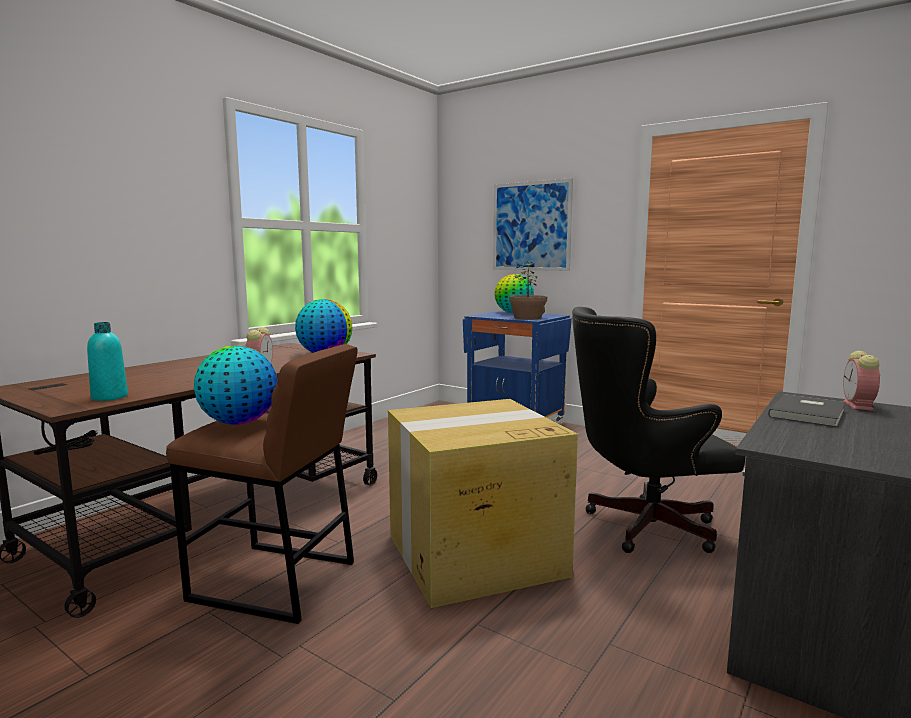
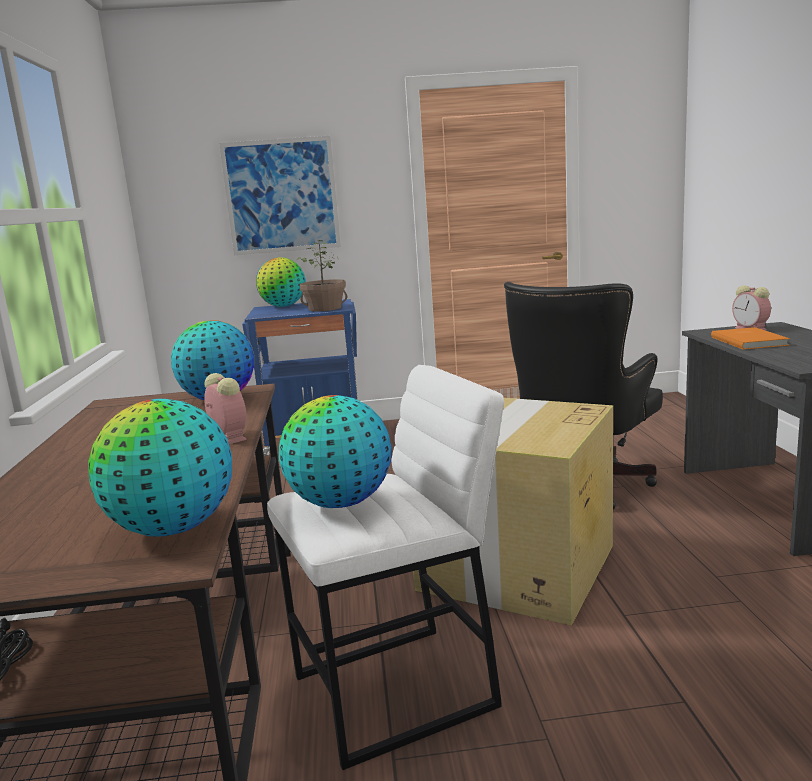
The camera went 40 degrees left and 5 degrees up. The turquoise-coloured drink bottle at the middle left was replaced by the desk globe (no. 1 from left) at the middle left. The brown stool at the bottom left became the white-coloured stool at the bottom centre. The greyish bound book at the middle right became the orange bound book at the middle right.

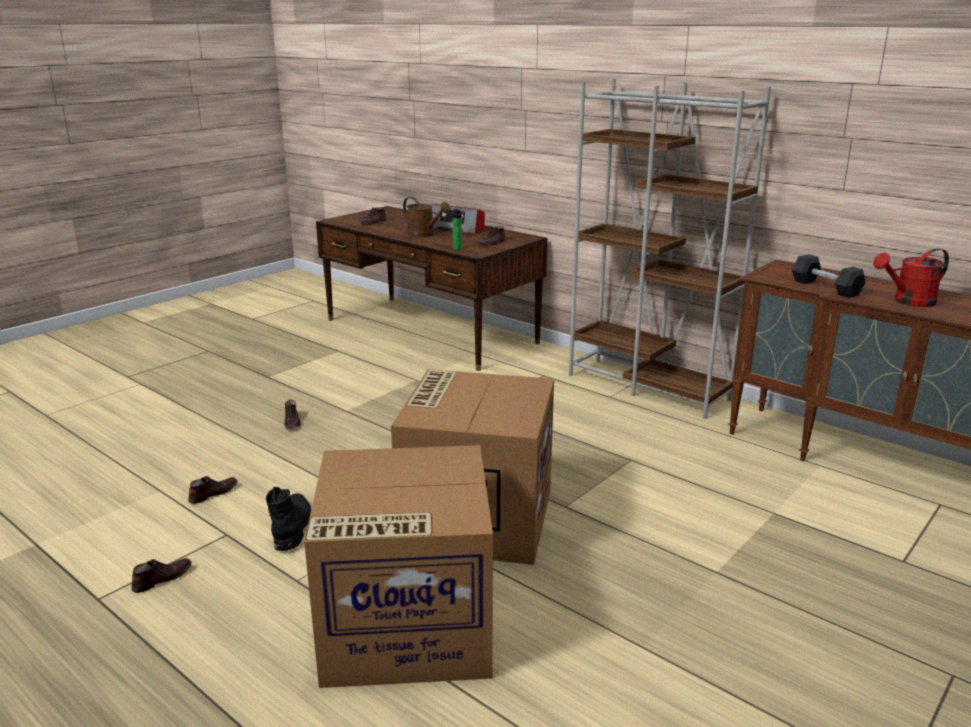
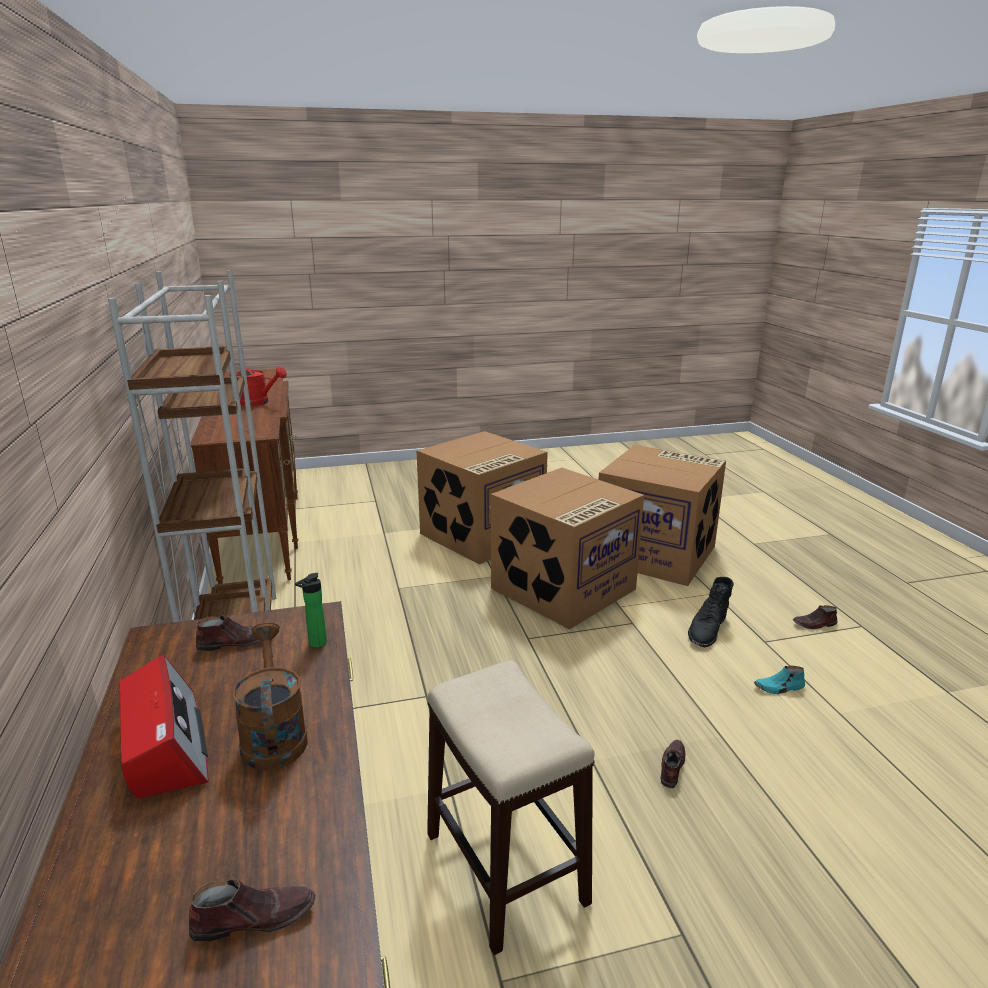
The camera went 145 degrees left and 0 degrees up. The greyish free weight at the middle right disappeared. The brown item of footwear (no. 2 from left) at the bottom left became the turquoise-coloured item of footwear at the bottom right. The cardboard box (no. 1 from left) at the centre appeared. The stool at the bottom centre appeared.

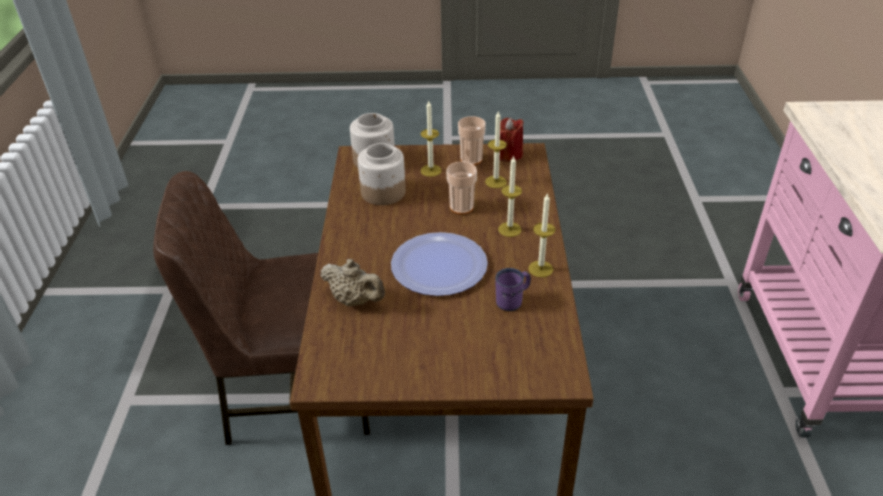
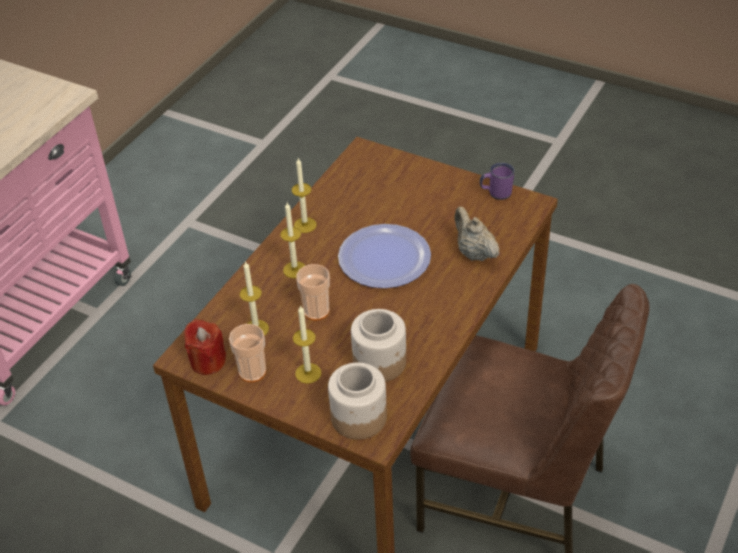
The camera went 150 degrees left and 5 degrees up. The purple tea mug moved from the centre to the top right.

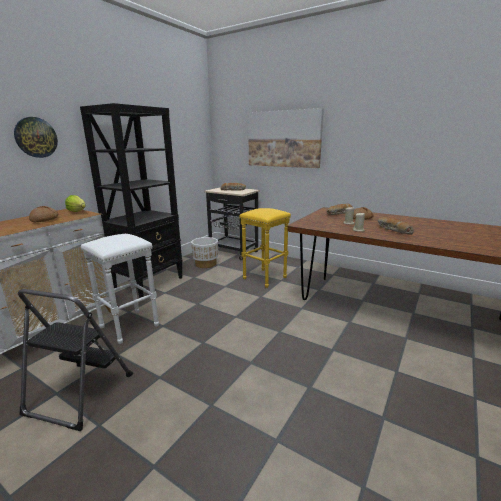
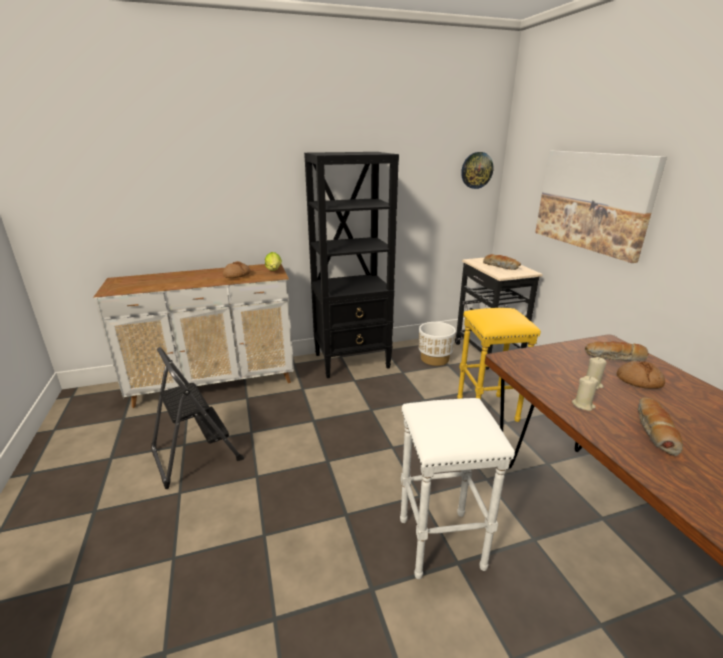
The camera went 40 degrees right and 5 degrees up. The clock on the wall moved from the top left to the top centre. The white-coloured stool moved from the middle left to the bottom centre.

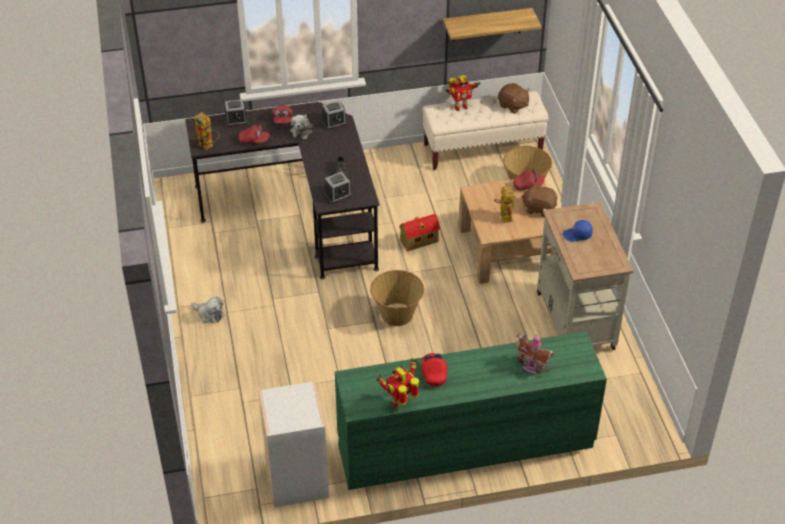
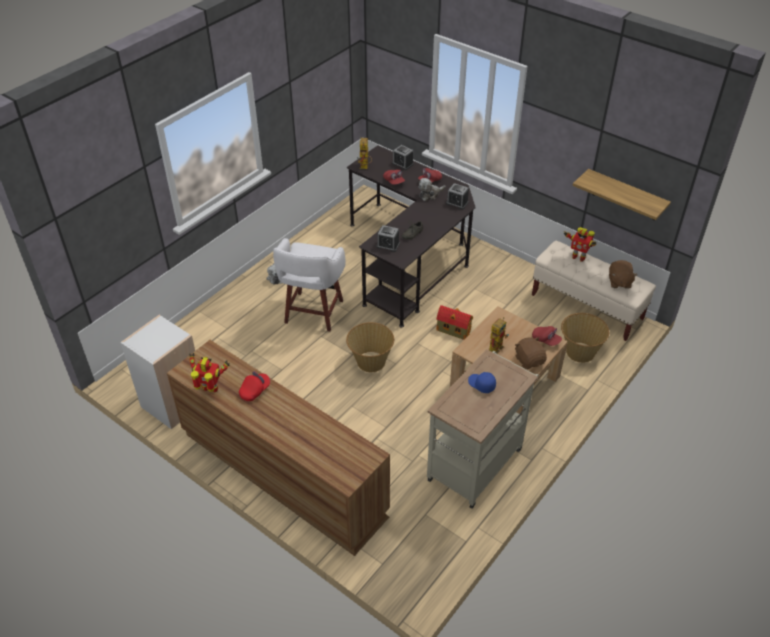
The camera went 50 degrees right and 0 degrees up. The greenish dresser at the bottom centre became the brown dresser at the bottom centre. The miniature house (no. 2 from left) at the bottom right disappeared. The white-coloured stool at the centre appeared.

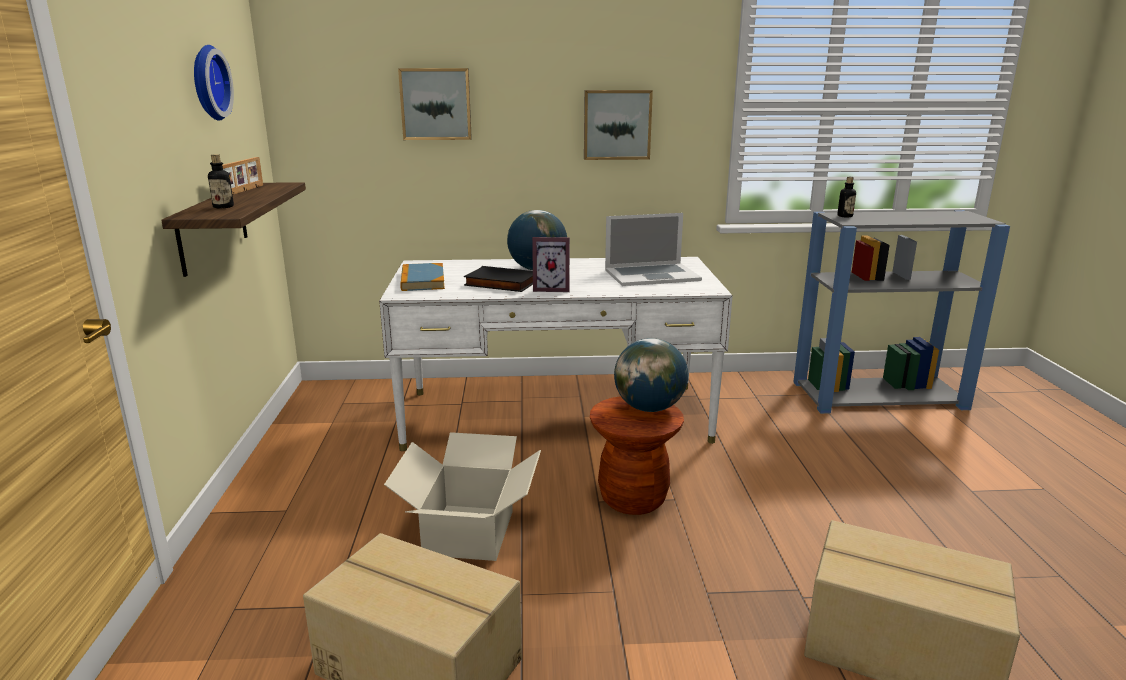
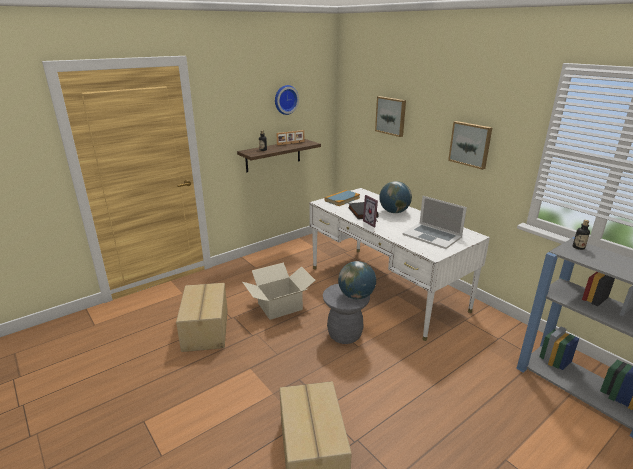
The camera went 55 degrees right and 5 degrees up. The brown stool at the bottom centre became the greyish stool at the bottom centre.

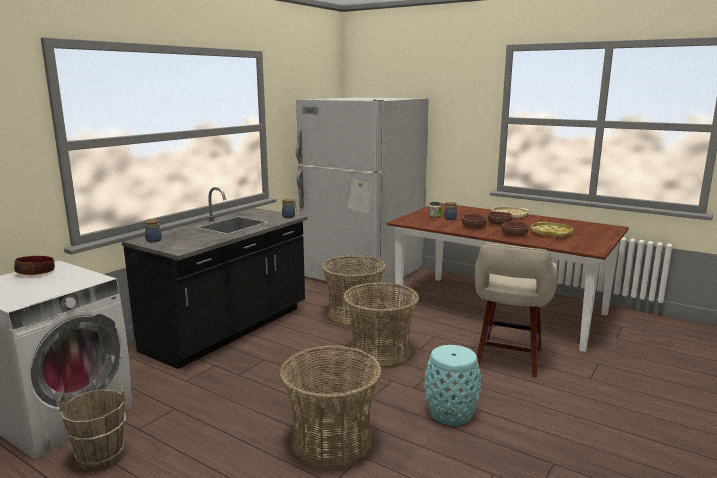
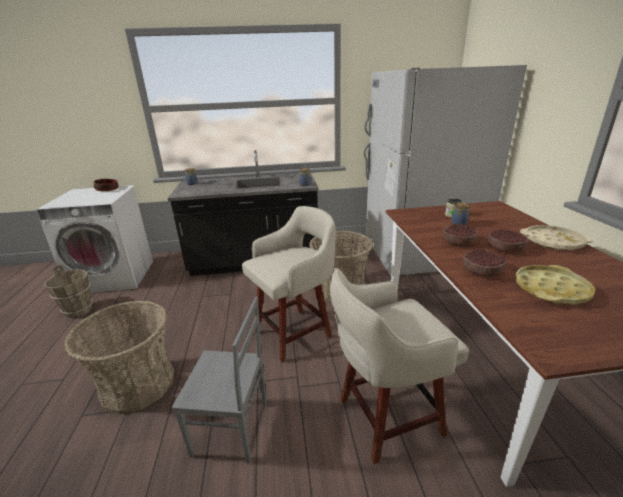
The camera went 50 degrees right and 10 degrees up. The household basket (no. 3 from left) at the bottom centre was replaced by the beige-coloured stool (no. 1 from left) at the centre. The turquoise-coloured stool at the bottom centre was replaced by the greyish upright chair at the bottom centre.

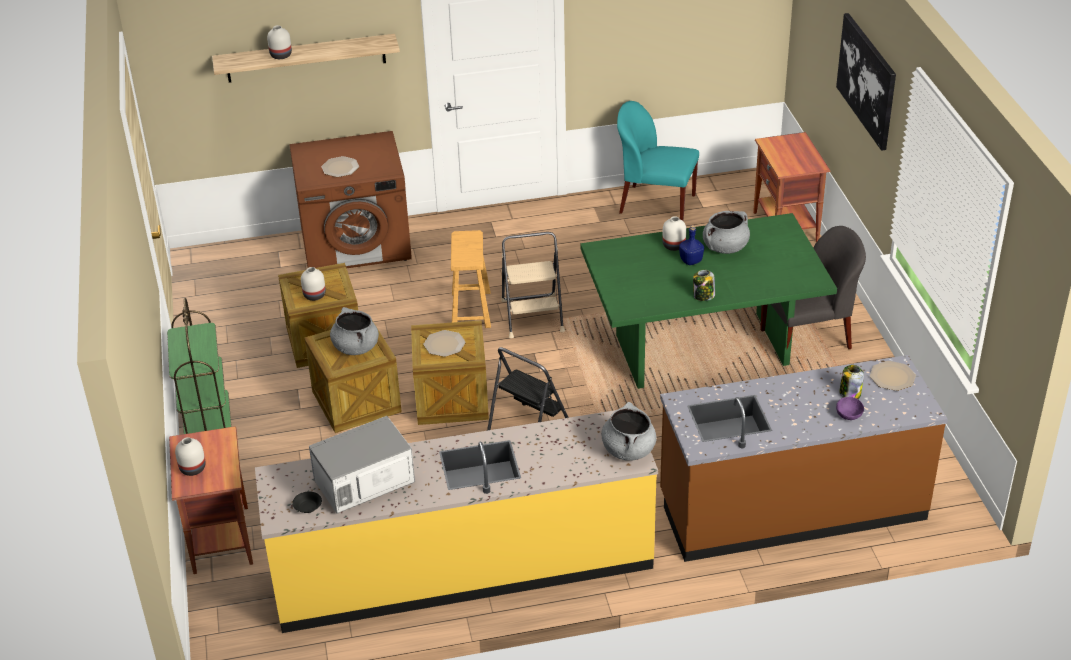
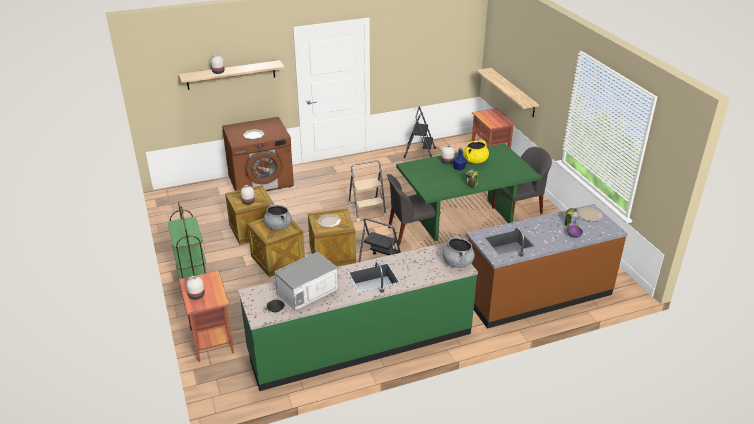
The camera went 10 degrees left and 5 degrees down. The picture at the top right disappeared. The turquoise-coloured upright chair at the top centre was replaced by the black-coloured step stool (no. 2 from left) at the top centre. The greyish saucepot (no. 3 from left) at the middle right became the yellow-coloured saucepot at the centre. The brown stool at the centre disappeared. The yellow-coloured kitchen base unit at the bottom centre became the greenish kitchen base unit at the bottom centre. The shelf (no. 2 from left) at the top right appeared. The greyish upright chair (no. 1 from left) at the centre appeared.

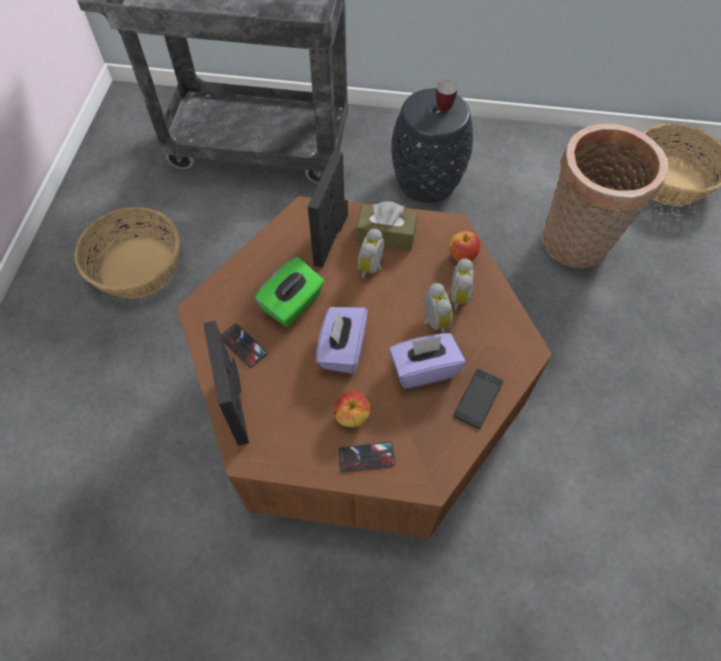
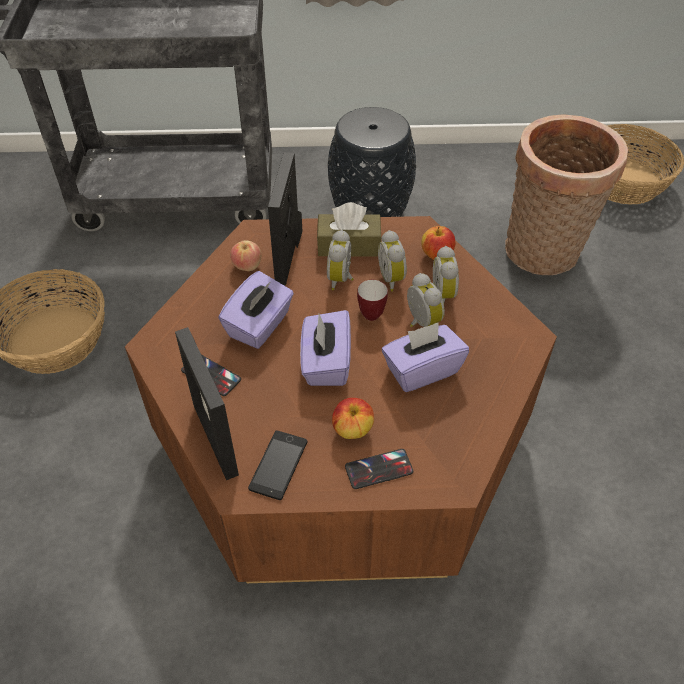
The camera went 10 degrees left and 10 degrees down. The tea mug moved from the top centre to the centre. The greenish tissue box at the centre became the purple tissue box (no. 1 from left) at the centre. The phone (no. 3 from left in the first image) moved from the centre to the bottom centre. The alarm clock (no. 2 from left) at the centre appeared. The apple (no. 1 from left) at the centre appeared.

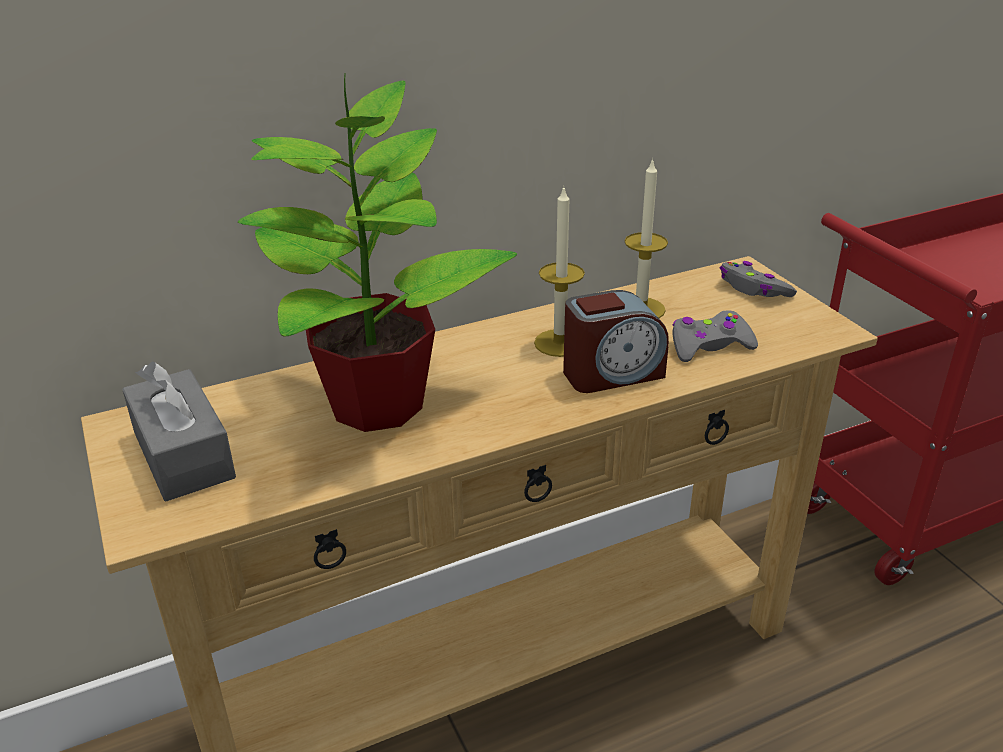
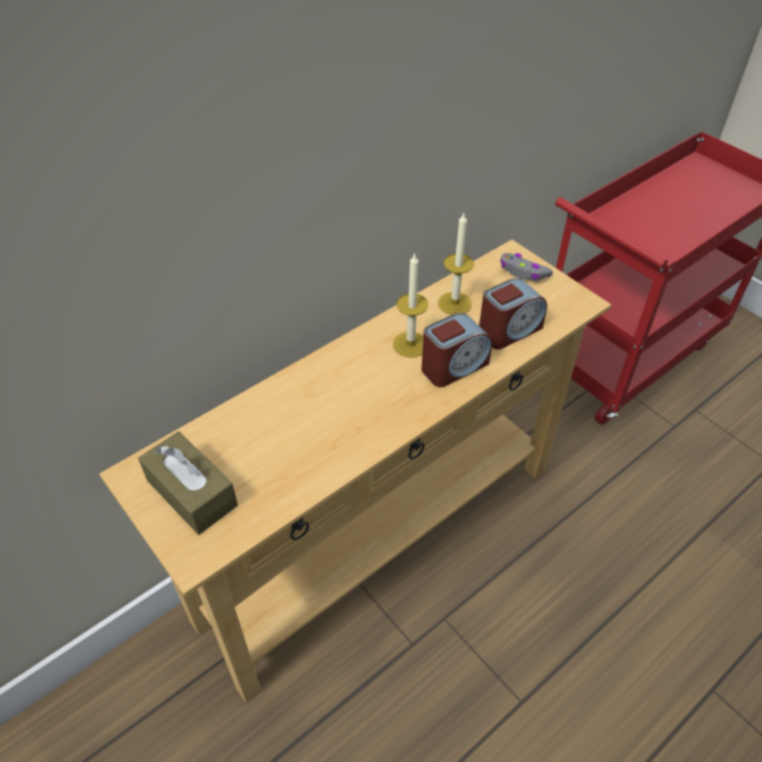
The camera went 15 degrees left and 15 degrees up. The houseplant at the centre disappeared. The greyish game controller (no. 1 from left) at the middle right was replaced by the alarm clock (no. 2 from left) at the middle right. The greyish tissue box at the middle left became the brown tissue box at the middle left.

